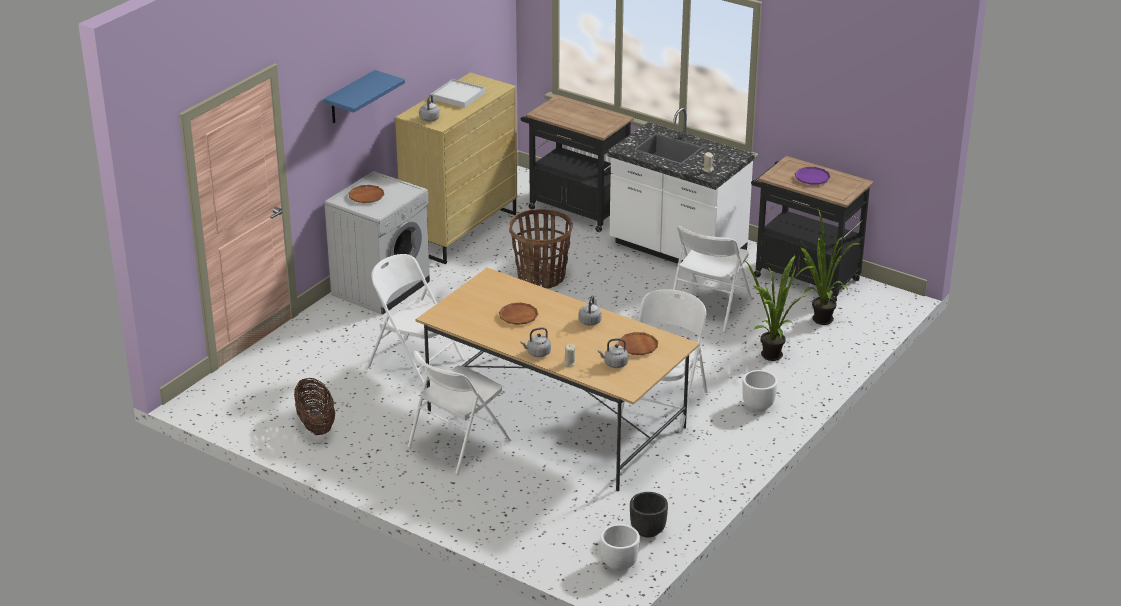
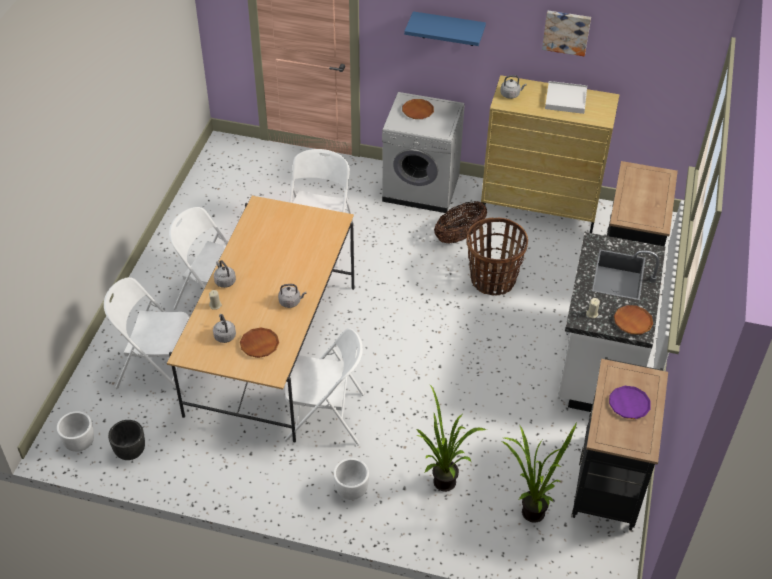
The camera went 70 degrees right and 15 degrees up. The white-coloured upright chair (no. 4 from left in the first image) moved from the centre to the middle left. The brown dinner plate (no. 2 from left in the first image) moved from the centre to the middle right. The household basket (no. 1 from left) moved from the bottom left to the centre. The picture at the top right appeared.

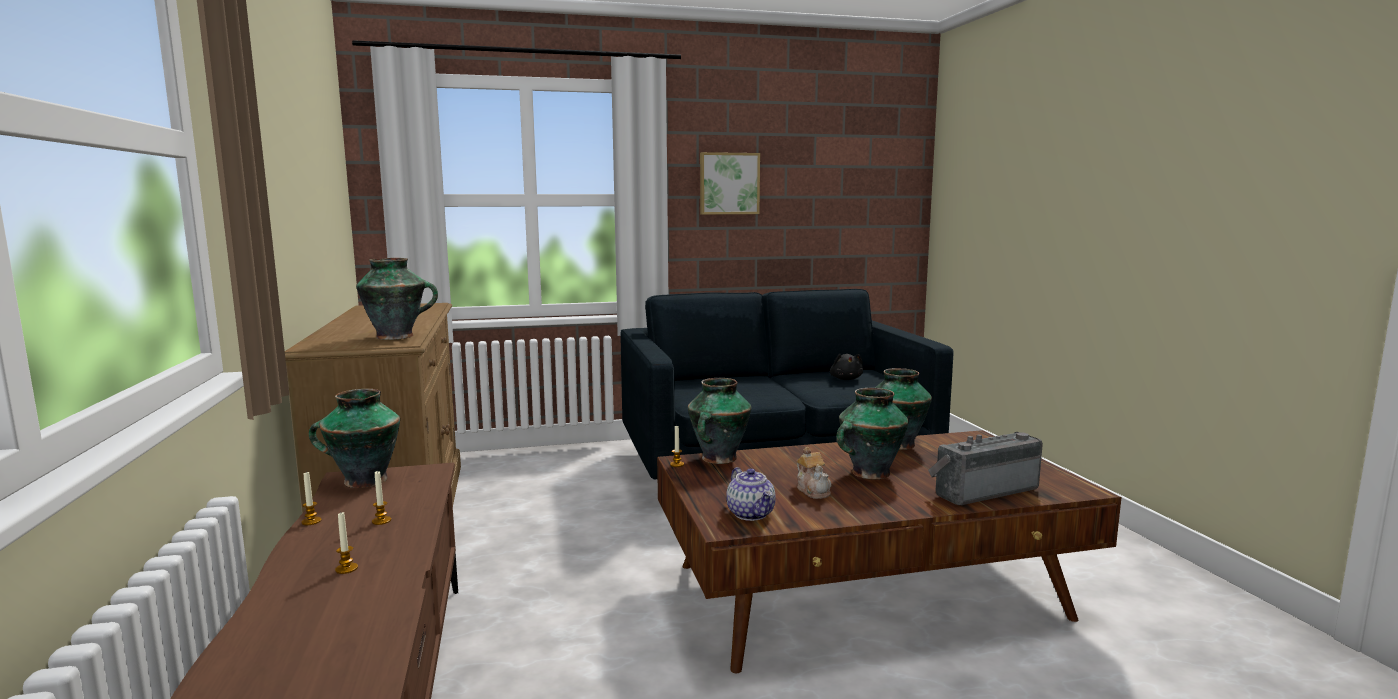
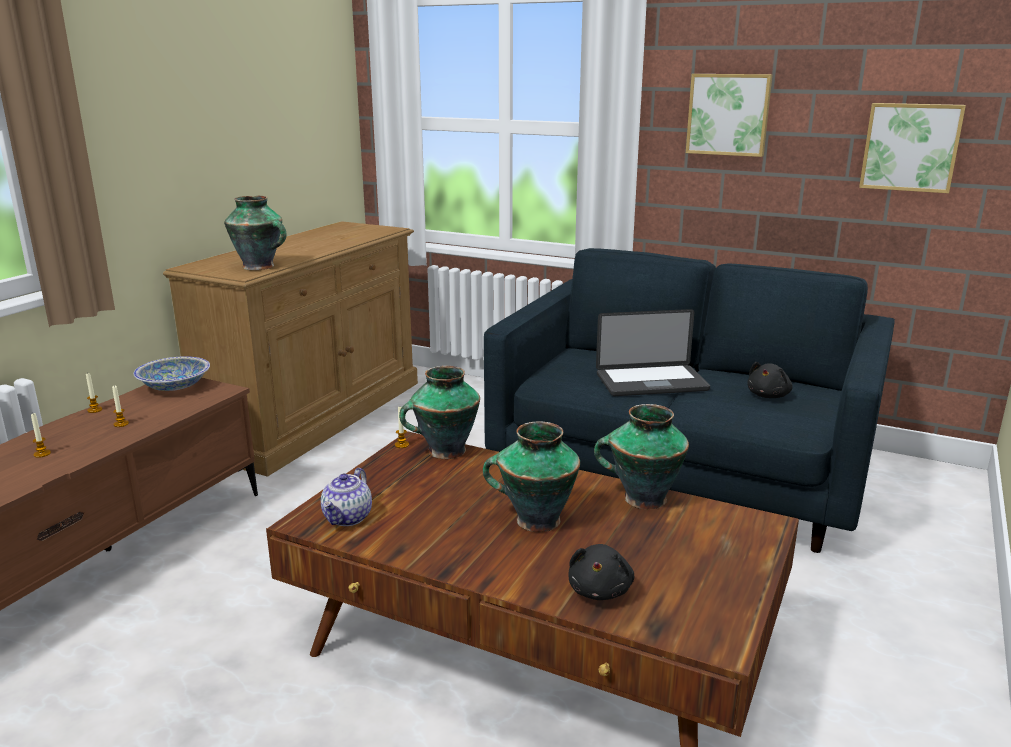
The camera went 40 degrees right and 10 degrees up. The vase (no. 1 from left) at the middle left was replaced by the serving bowl at the middle left. The radio set at the bottom right was replaced by the black-coloured plush toy (no. 1 from left) at the bottom centre. The tea pot (no. 2 from left) at the bottom centre disappeared. The picture (no. 2 from left) at the top right appeared. The notebook computer at the centre appeared.

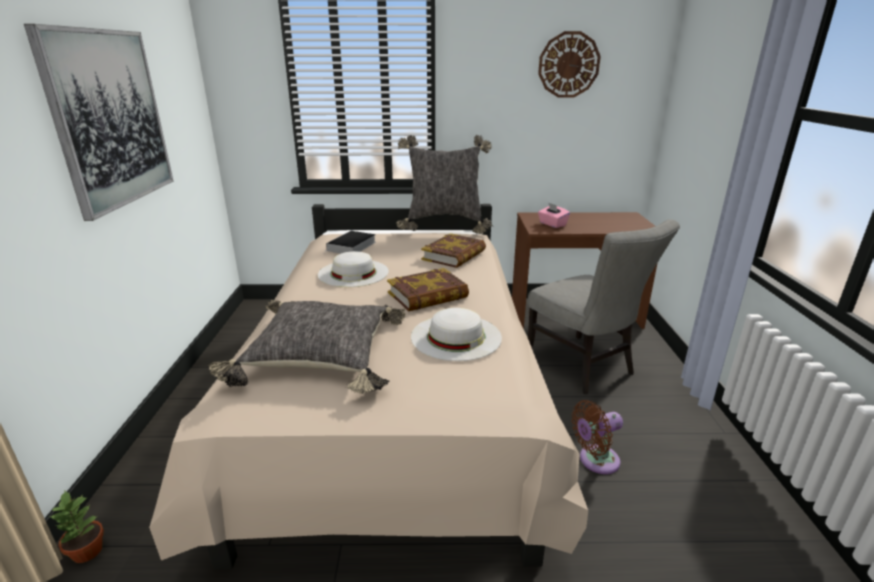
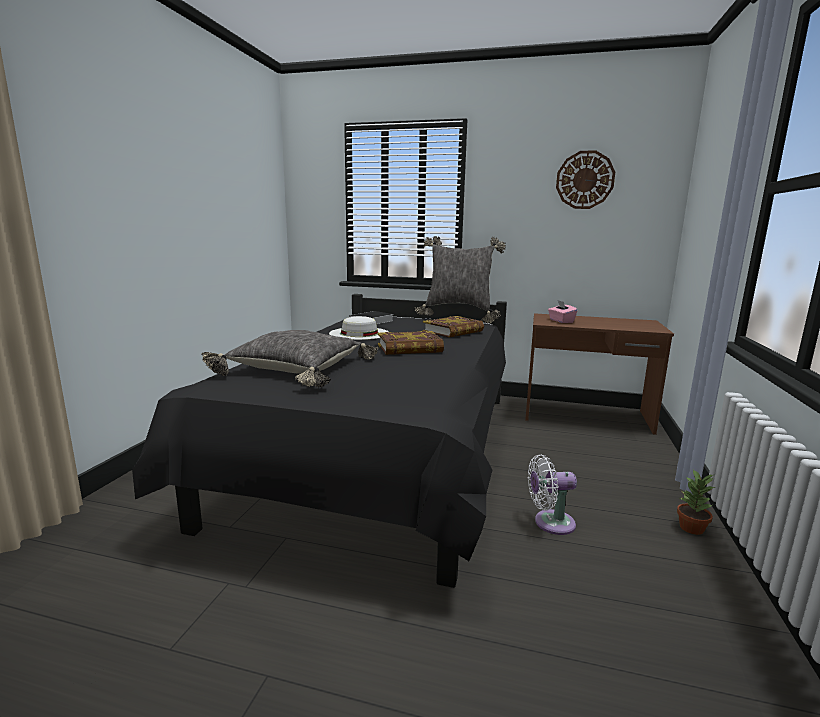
The camera went 15 degrees right and 10 degrees down. The picture at the top left disappeared. The beige-coloured sleeping bed at the centre became the black-coloured sleeping bed at the centre. The greyish upright chair at the middle right disappeared. The white-coloured hat (no. 2 from left) at the centre disappeared. The brown fan at the bottom right became the white-coloured fan at the bottom right. The houseplant moved from the bottom left to the bottom right.

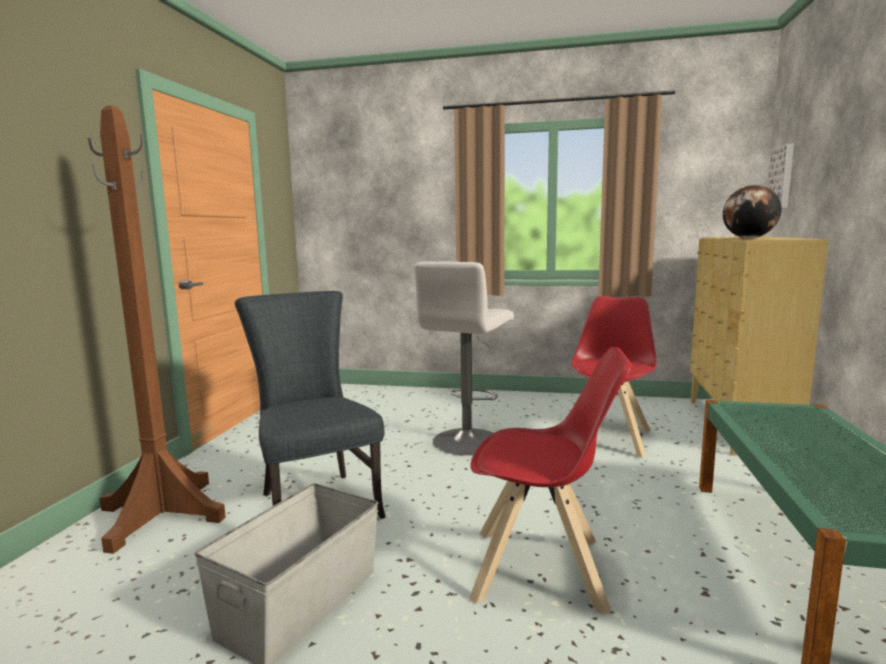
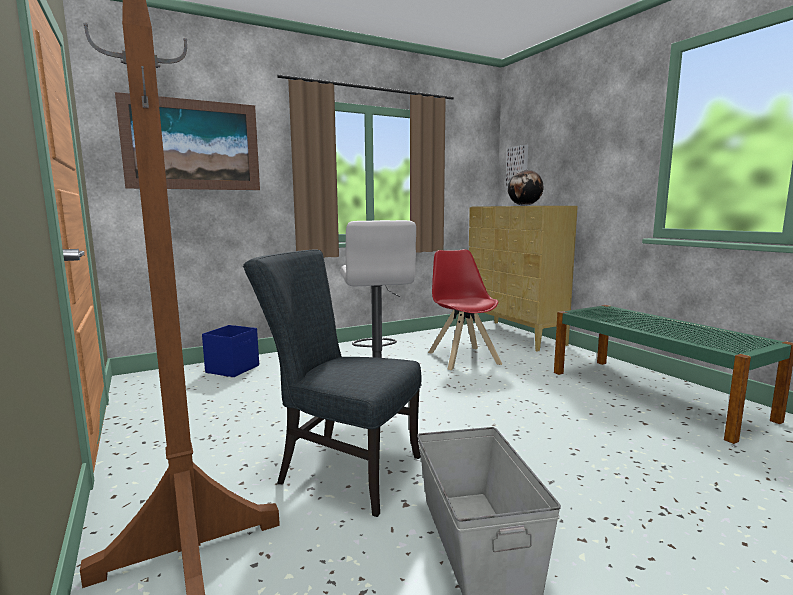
The camera went 40 degrees left and 0 degrees up. The reddish upright chair (no. 1 from left) at the bottom centre disappeared. The picture (no. 1 from left) at the top left appeared. The bluish storage box at the middle left appeared.

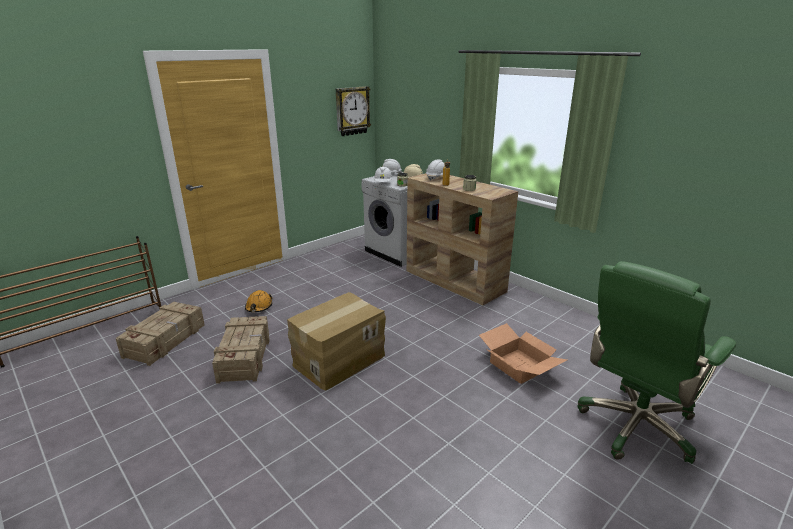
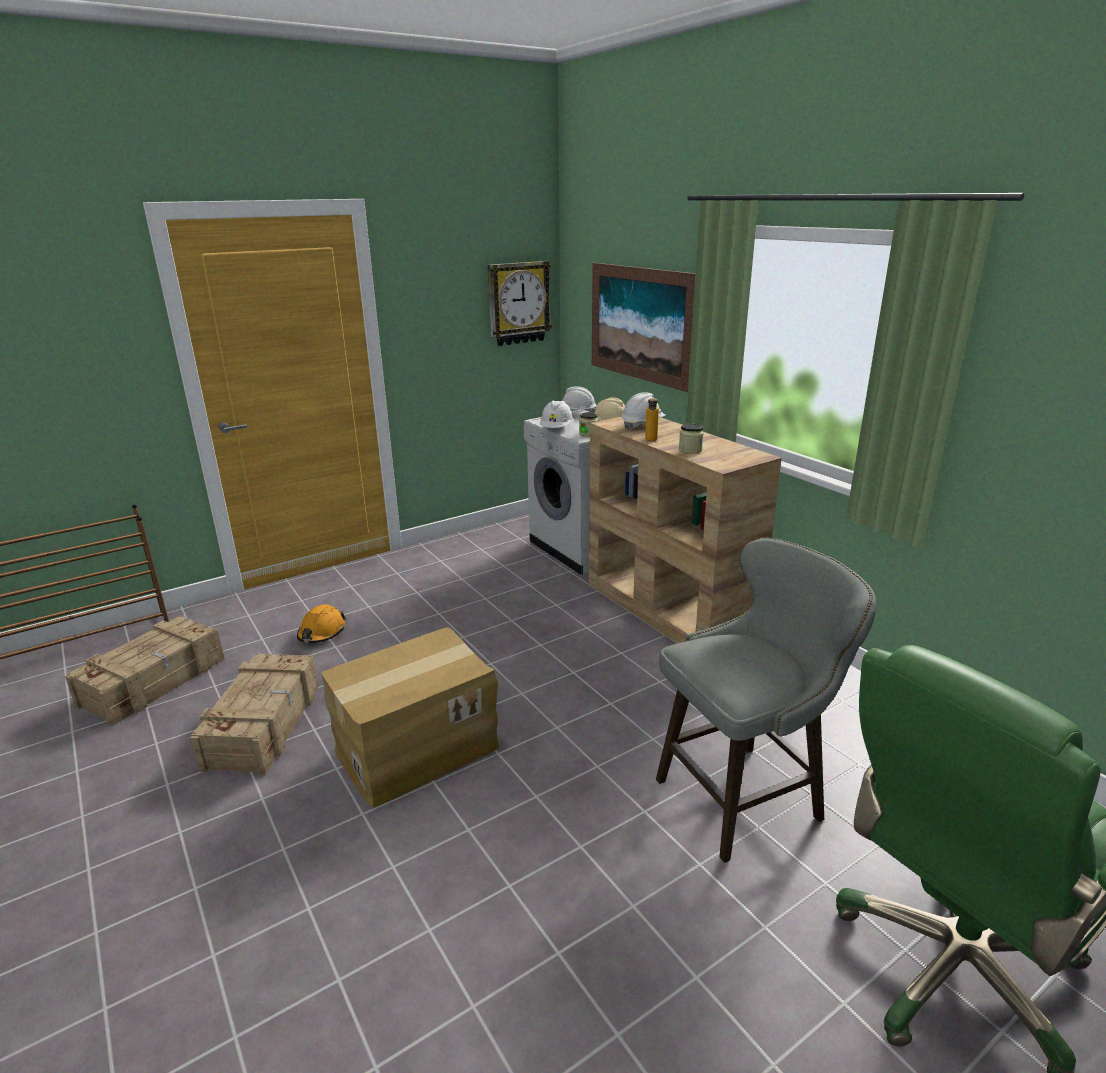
The camera went 10 degrees right and 0 degrees up. The cardboard box (no. 2 from left) at the bottom centre was replaced by the greyish stool at the middle right. The picture at the top centre appeared.

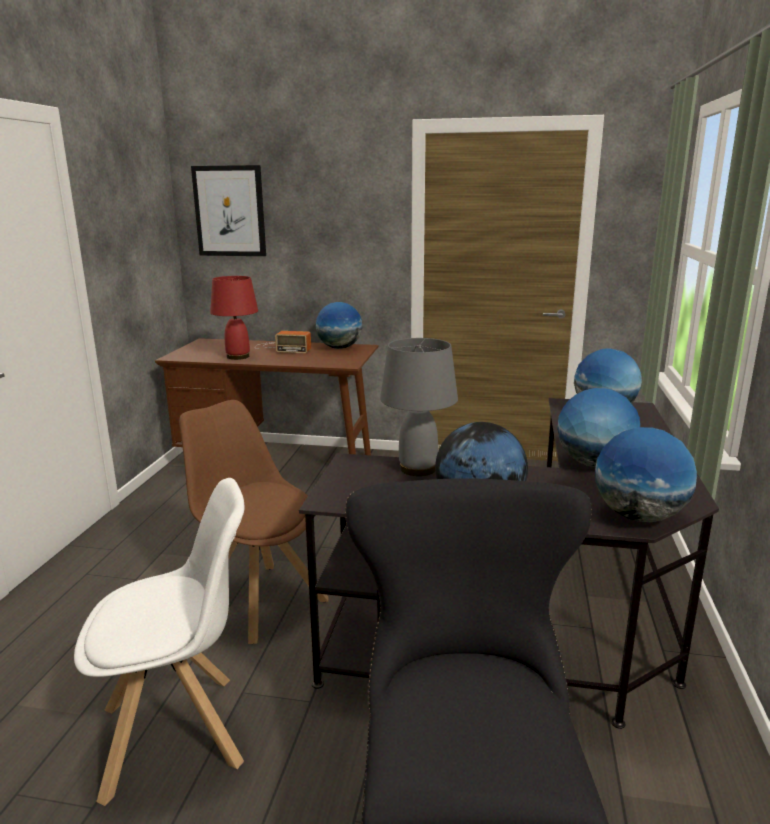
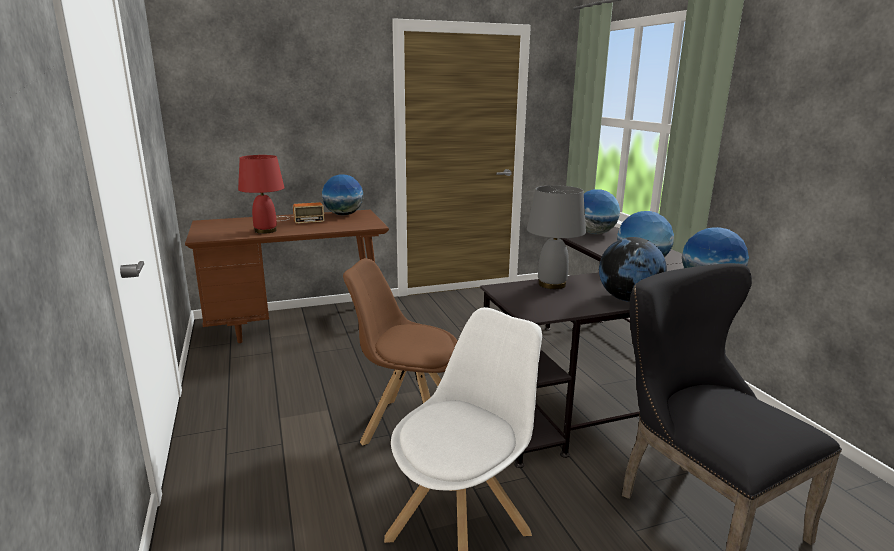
The camera went 30 degrees left and 0 degrees up. The picture at the top left disappeared.

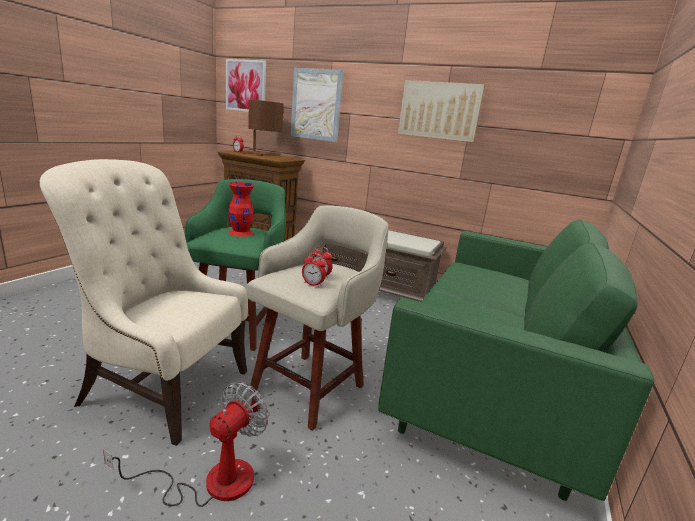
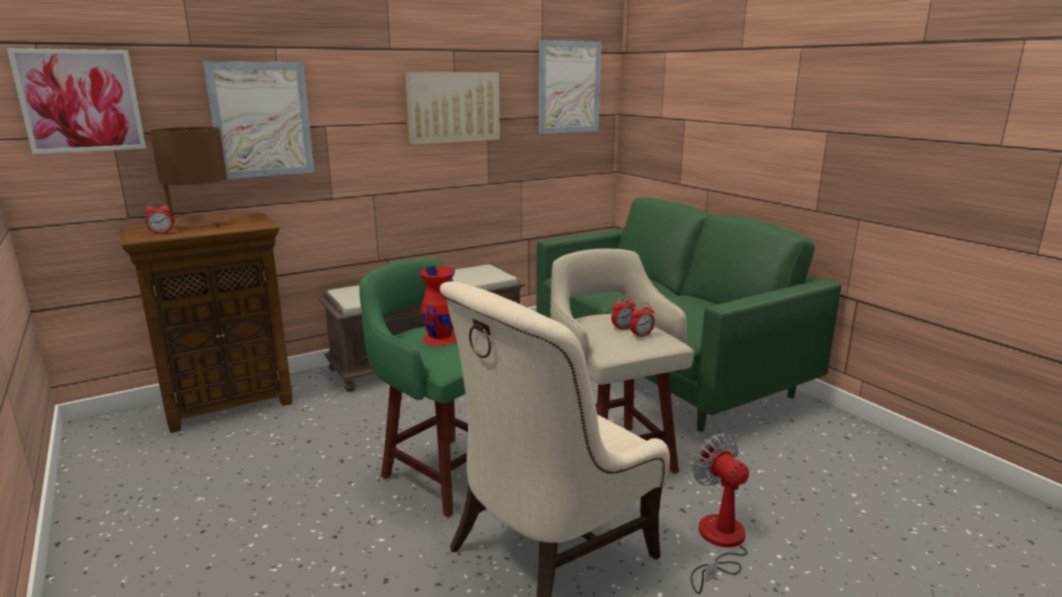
The camera went 55 degrees left and 0 degrees up. The picture (no. 4 from left) at the top centre appeared.

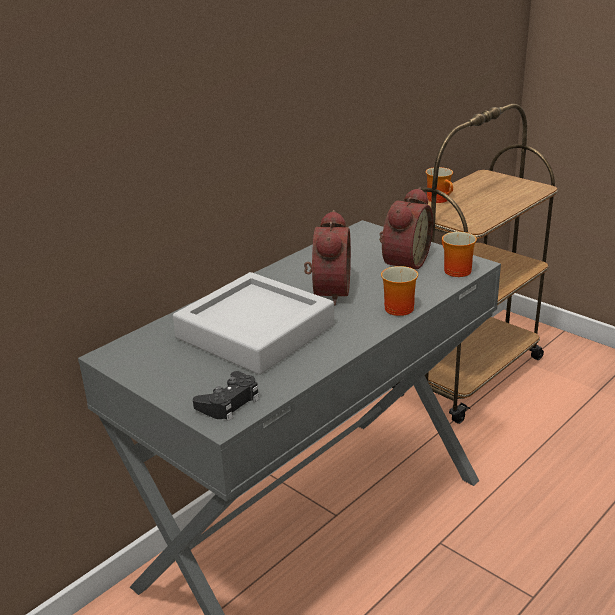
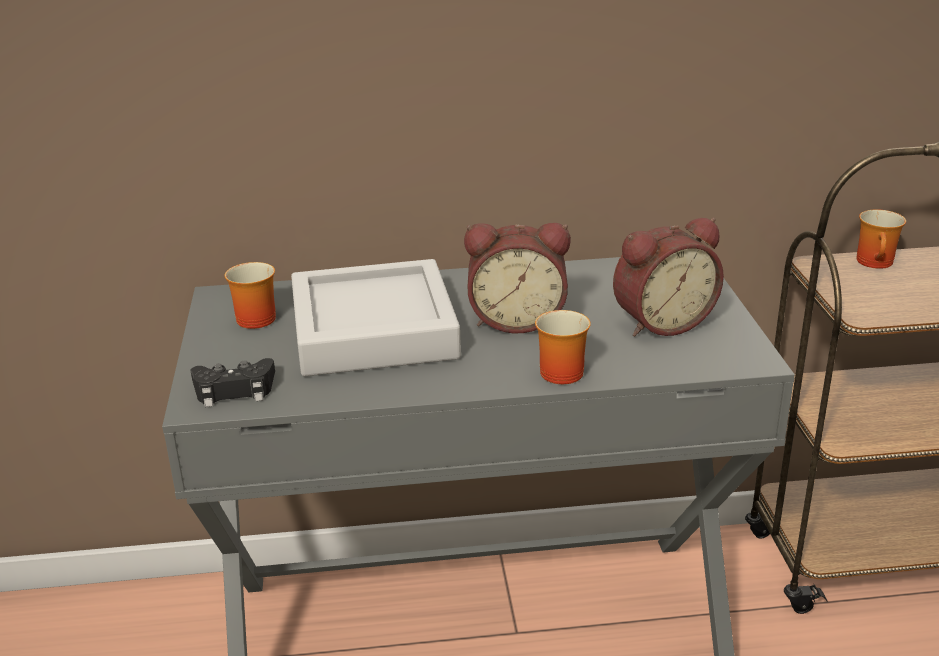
The camera went 40 degrees right and 0 degrees up. The alarm clock (no. 1 from left) at the centre turned 45 degrees clockwise. The tea mug (no. 3 from left in the first image) moved from the middle right to the middle left.

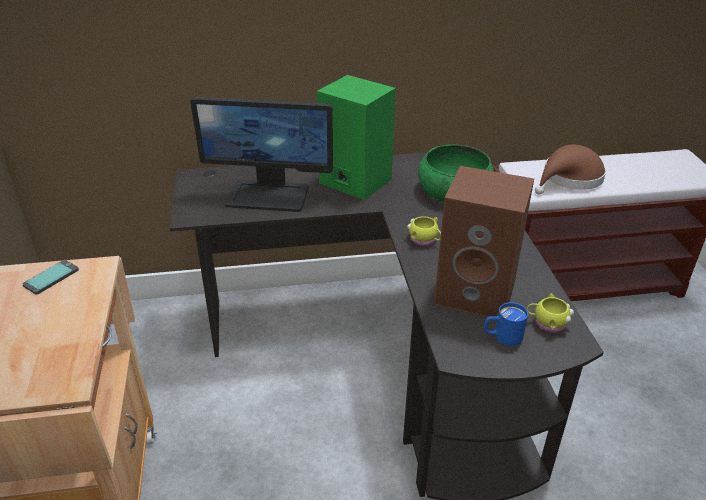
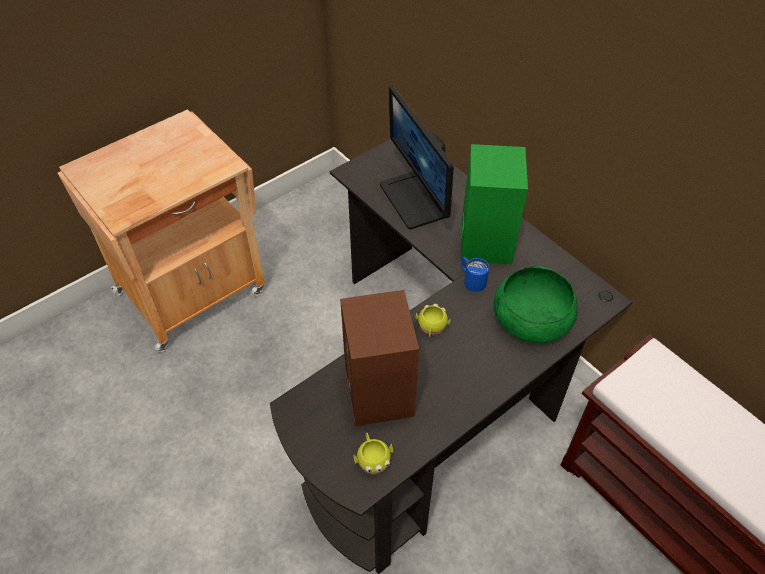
The camera went 60 degrees right and 15 degrees up. The brown hat at the middle right disappeared. The phone at the middle left disappeared. The bluish tea mug moved from the middle right to the centre.

